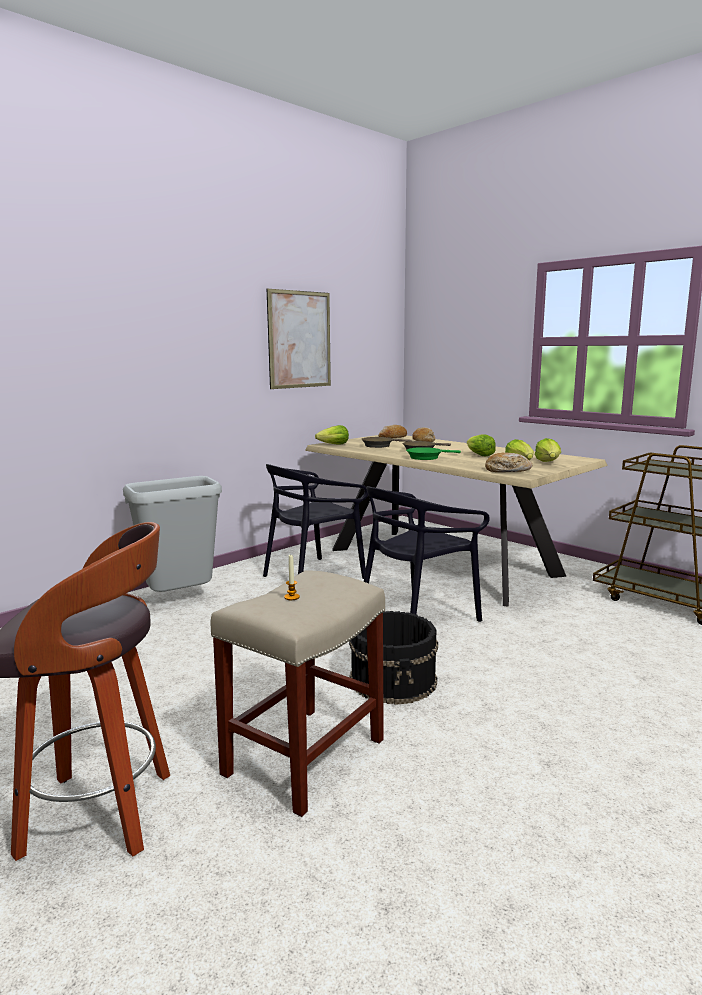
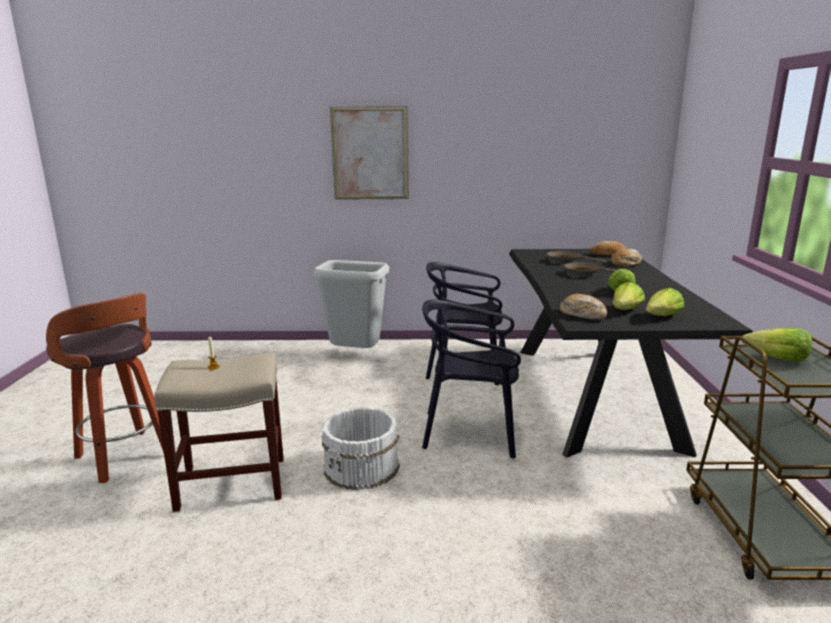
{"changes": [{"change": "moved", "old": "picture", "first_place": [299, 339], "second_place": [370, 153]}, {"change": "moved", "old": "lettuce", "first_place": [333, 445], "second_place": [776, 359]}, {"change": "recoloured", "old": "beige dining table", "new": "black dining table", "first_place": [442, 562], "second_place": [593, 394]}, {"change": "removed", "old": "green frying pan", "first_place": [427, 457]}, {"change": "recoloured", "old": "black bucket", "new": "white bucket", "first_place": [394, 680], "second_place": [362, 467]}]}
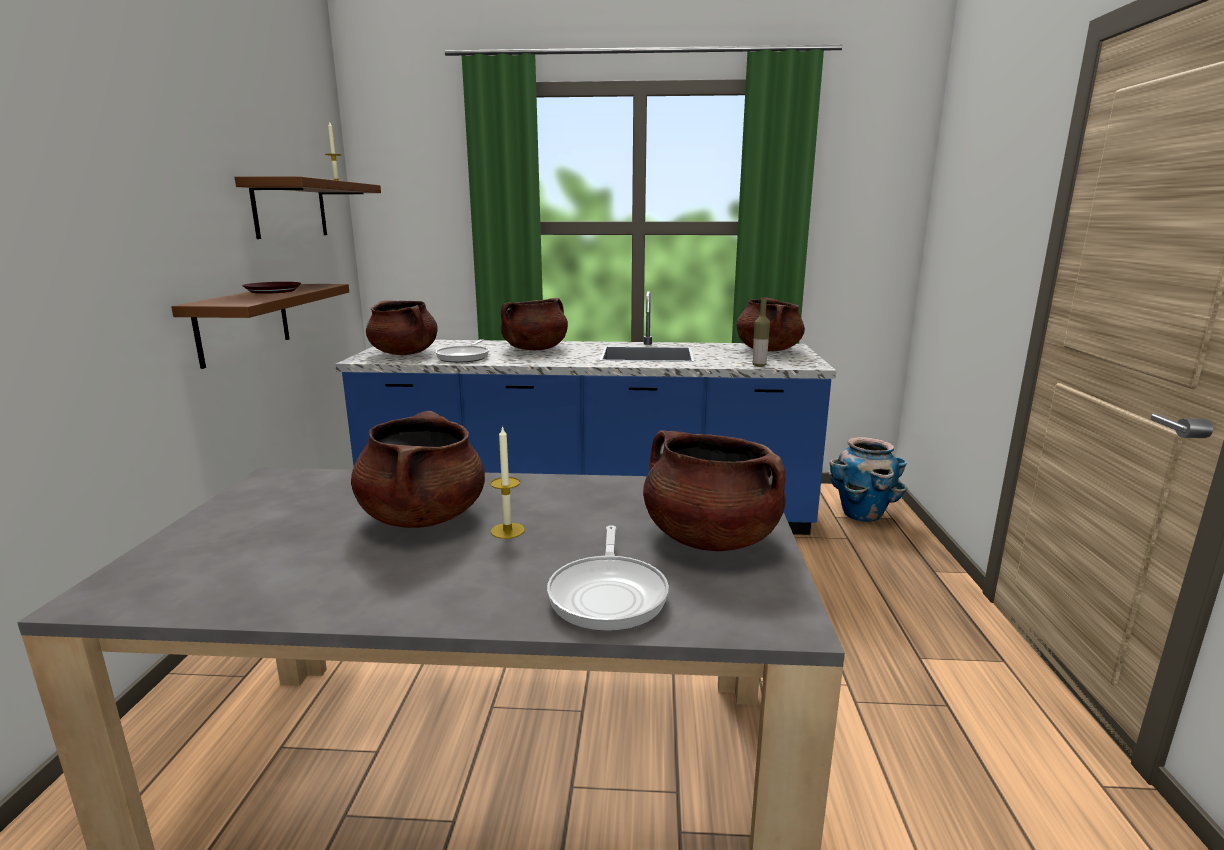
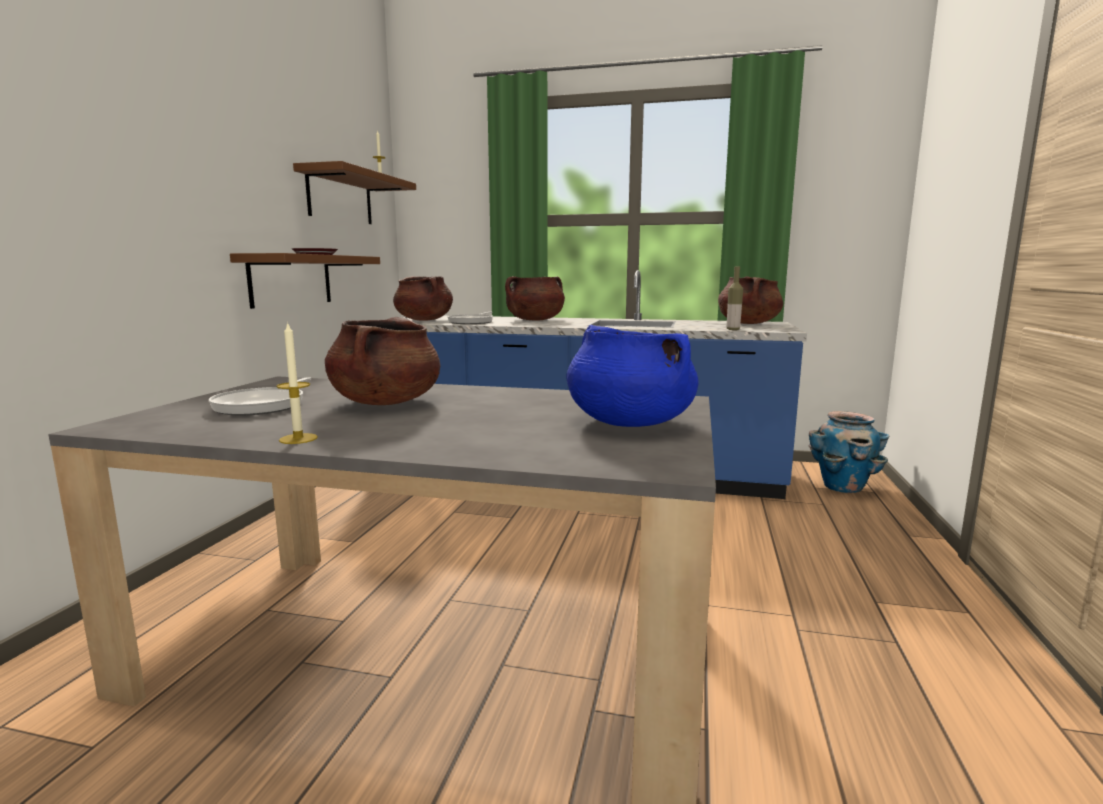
{"changes": [{"change": "moved", "old": "candle", "first_place": [507, 531], "second_place": [298, 439]}, {"change": "recoloured", "old": "brown cooking pot", "new": "blue cooking pot", "first_place": [709, 538], "second_place": [628, 423]}, {"change": "moved", "old": "frying pan", "first_place": [608, 594], "second_place": [263, 405]}]}
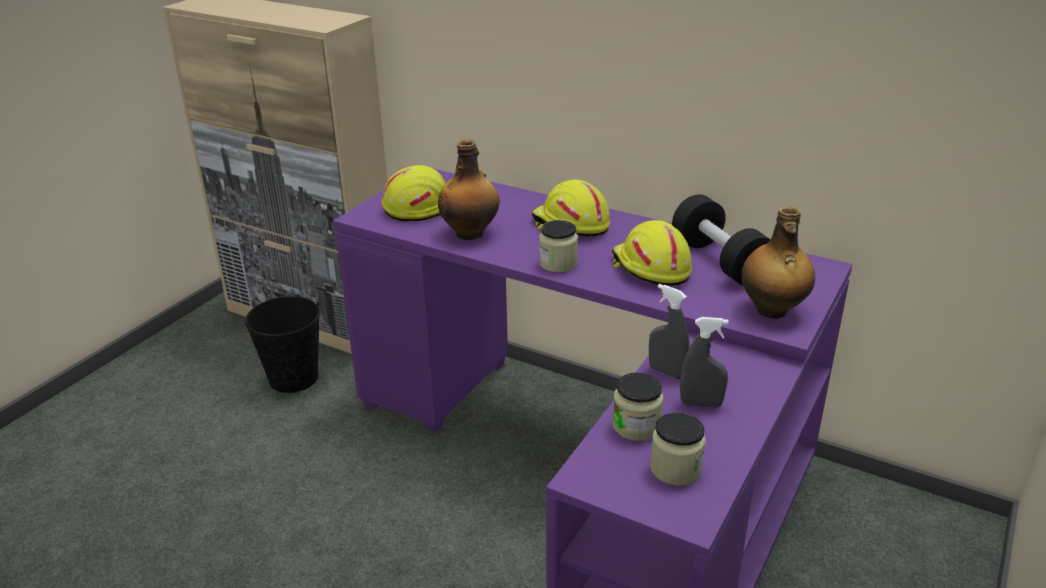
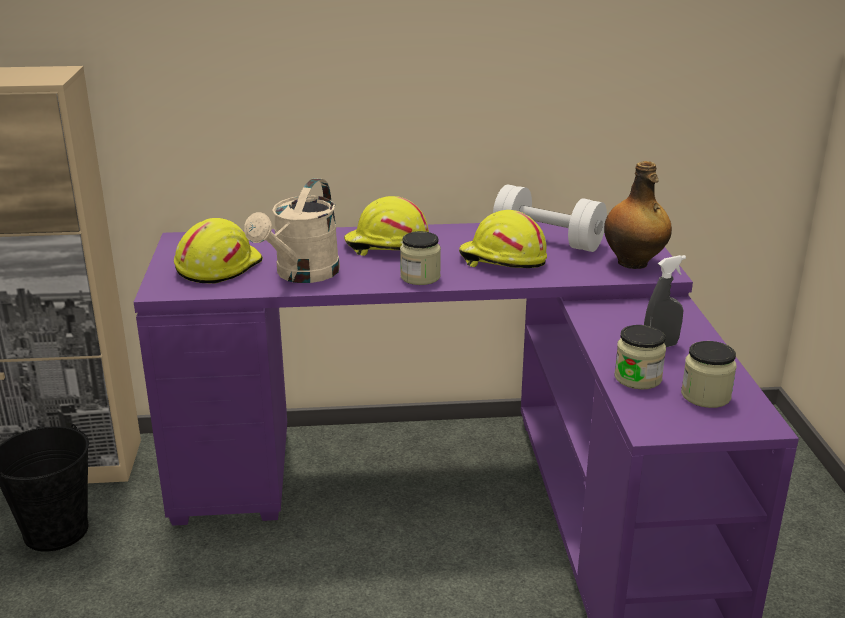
{"changes": [{"change": "replaced", "old": "bottle", "new": "beige watering can", "first_place": [470, 233], "second_place": [302, 275]}, {"change": "recoloured", "old": "black dumbbell", "new": "white dumbbell", "first_place": [720, 261], "second_place": [548, 240]}, {"change": "removed", "old": "grey spray bottle", "first_place": [666, 372]}]}
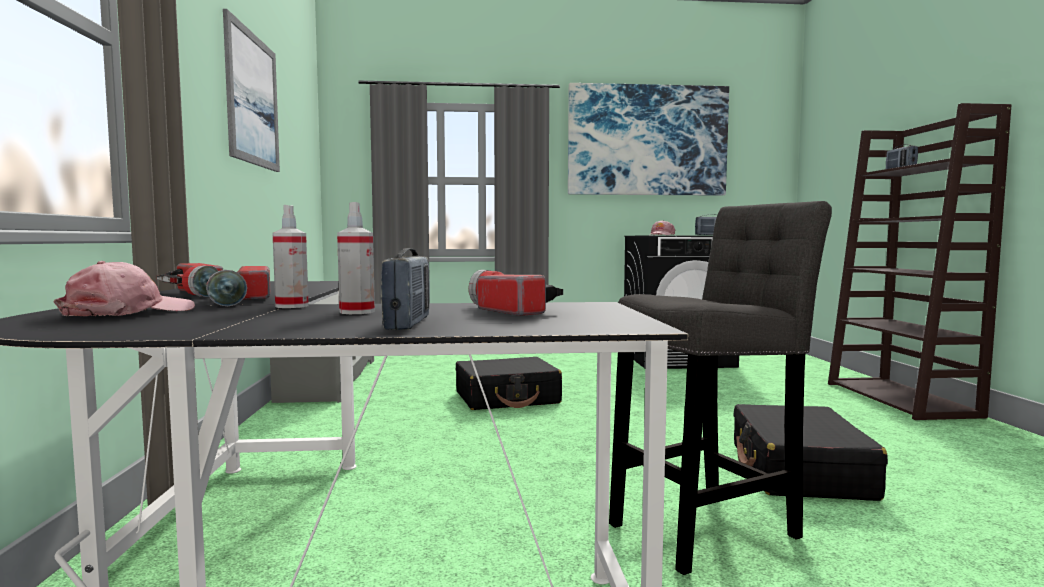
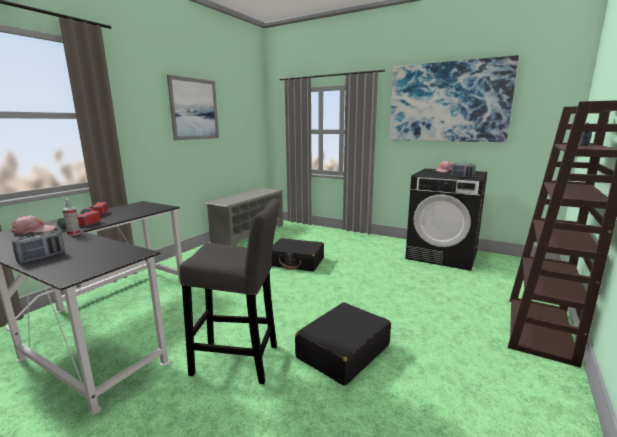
{"changes": [{"change": "removed", "old": "spray bottle", "first_place": [357, 312]}, {"change": "removed", "old": "flashlight", "first_place": [507, 310]}]}
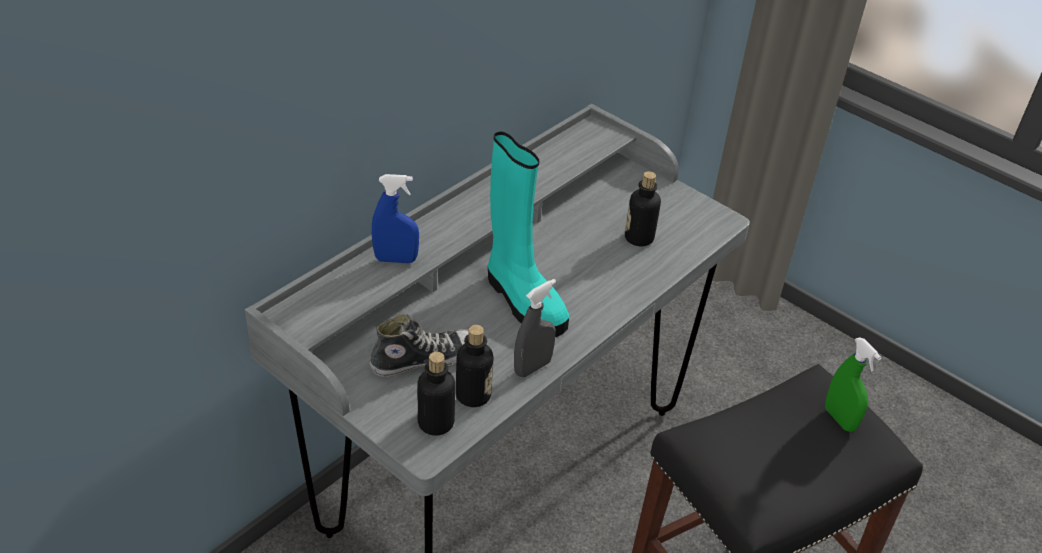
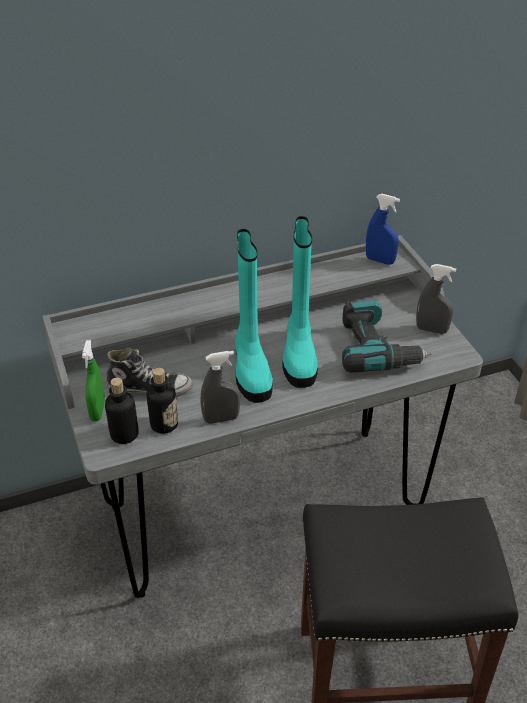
{"changes": [{"change": "replaced", "old": "bottle", "new": "power drill", "first_place": [639, 238], "second_place": [377, 349]}, {"change": "moved", "old": "blue spray bottle", "first_place": [396, 259], "second_place": [380, 260]}, {"change": "moved", "old": "green spray bottle", "first_place": [839, 419], "second_place": [97, 411]}, {"change": "added", "new": "turquoise boot", "second_place": [299, 355]}, {"change": "added", "new": "grey spray bottle", "second_place": [431, 329]}]}
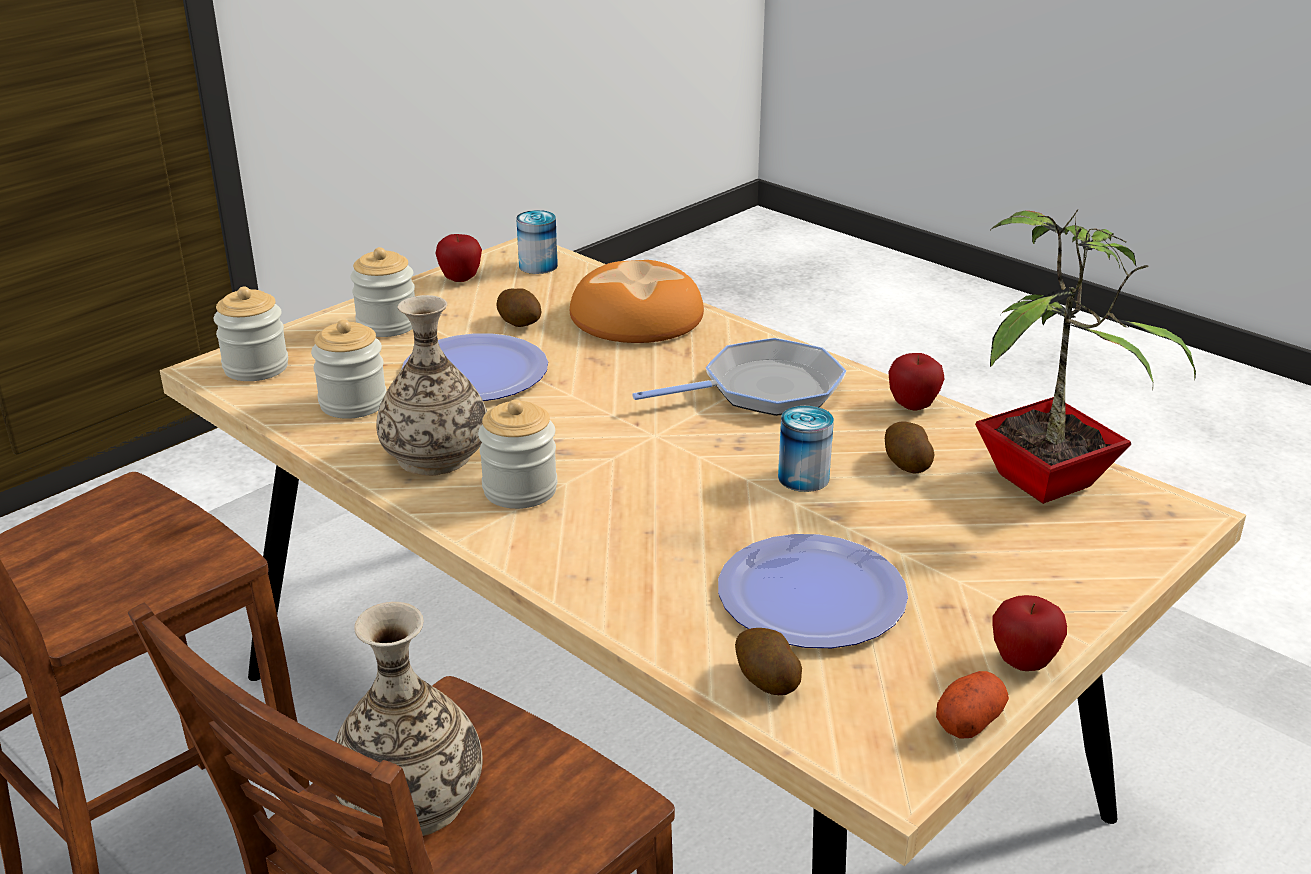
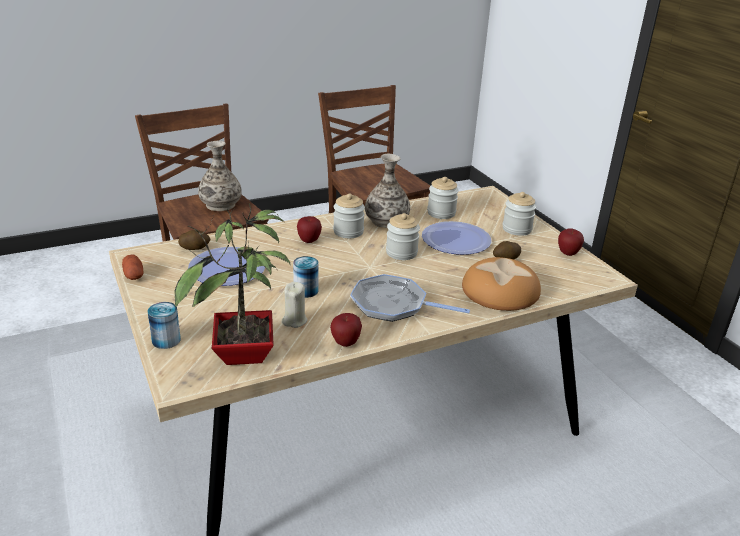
{"changes": [{"change": "moved", "old": "can", "first_place": [538, 266], "second_place": [166, 340]}, {"change": "moved", "old": "jar", "first_place": [256, 367], "second_place": [401, 253]}, {"change": "turned", "old": "frying pan", "first_place": [765, 389], "second_place": [393, 305], "degrees": 105}, {"change": "replaced", "old": "potato", "new": "beige candle", "first_place": [906, 463], "second_place": [294, 320]}, {"change": "moved", "old": "apple", "first_place": [1023, 662], "second_place": [309, 241]}]}
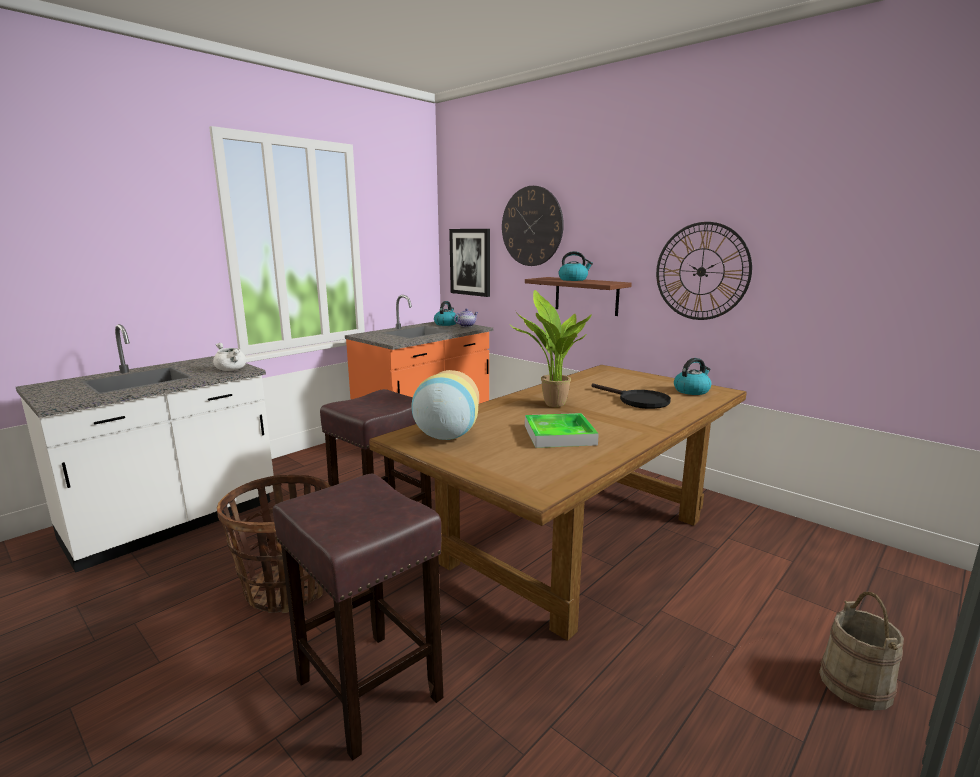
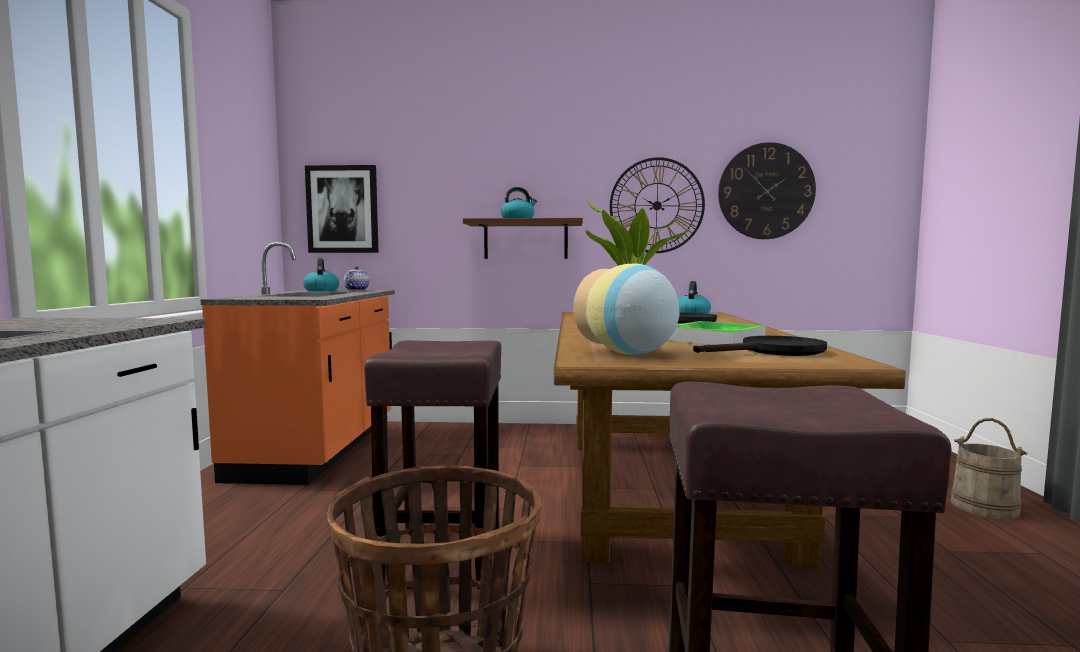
{"changes": [{"change": "moved", "old": "wall clock", "first_place": [532, 226], "second_place": [766, 191]}, {"change": "removed", "old": "white cooking pot", "first_place": [232, 370]}, {"change": "added", "new": "black frying pan", "second_place": [773, 351]}]}
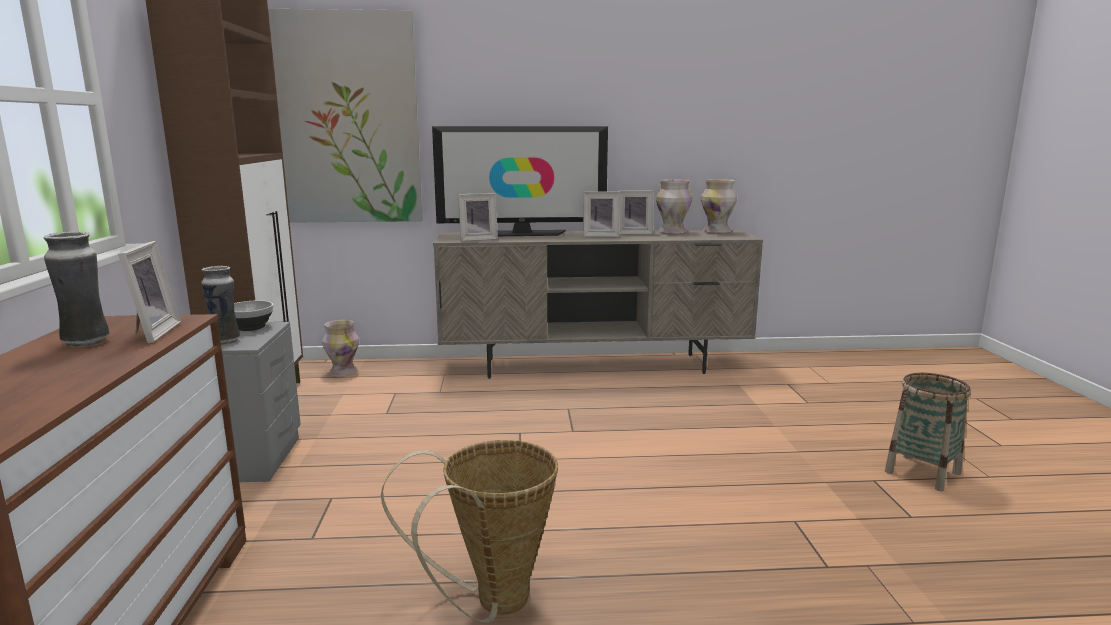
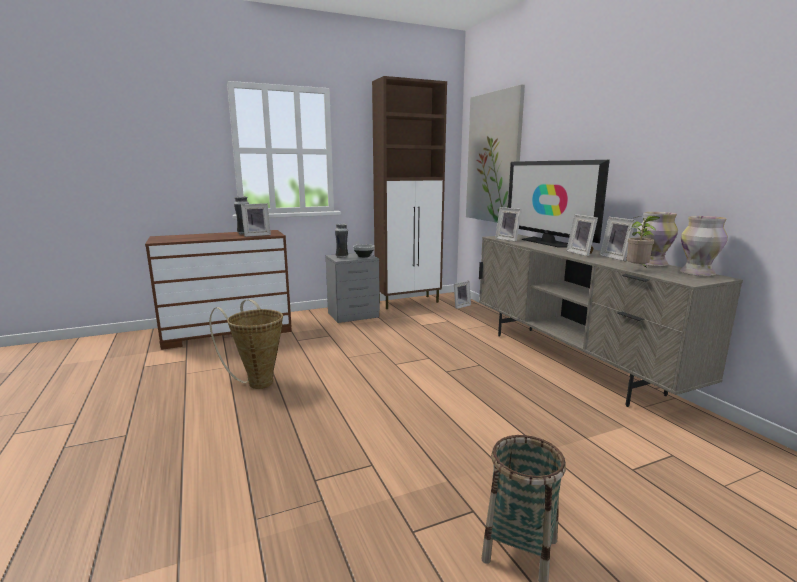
{"changes": [{"change": "replaced", "old": "vase", "new": "picture frame", "first_place": [343, 372], "second_place": [460, 306]}, {"change": "added", "new": "potted plant", "second_place": [638, 269]}]}
